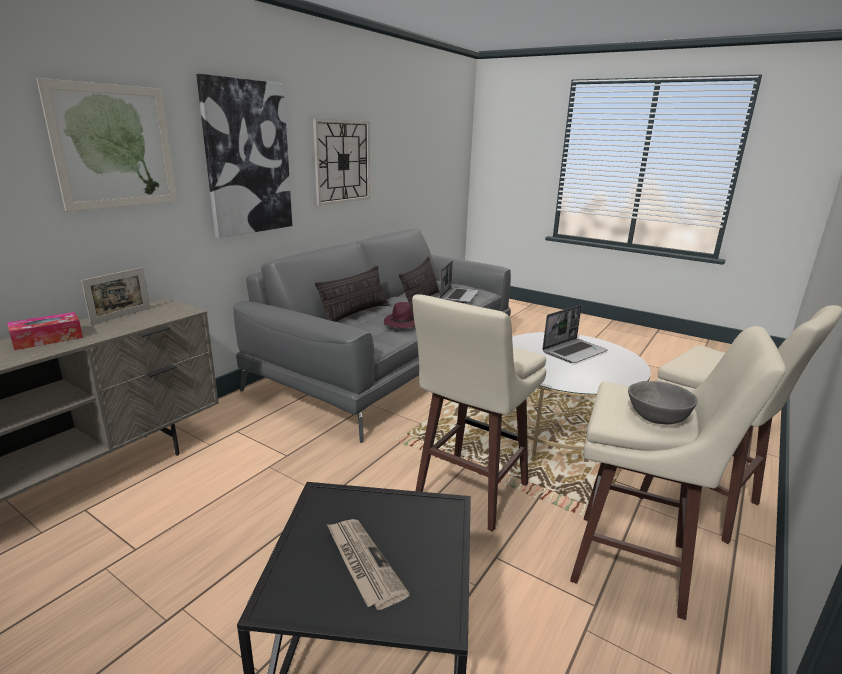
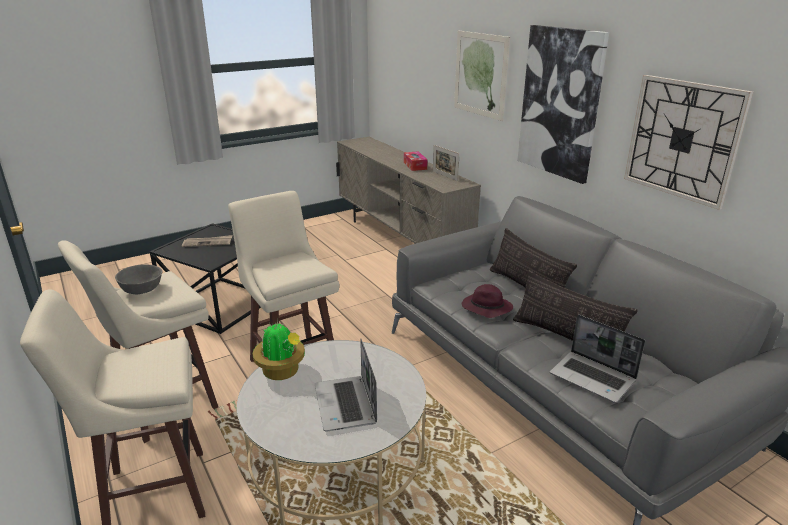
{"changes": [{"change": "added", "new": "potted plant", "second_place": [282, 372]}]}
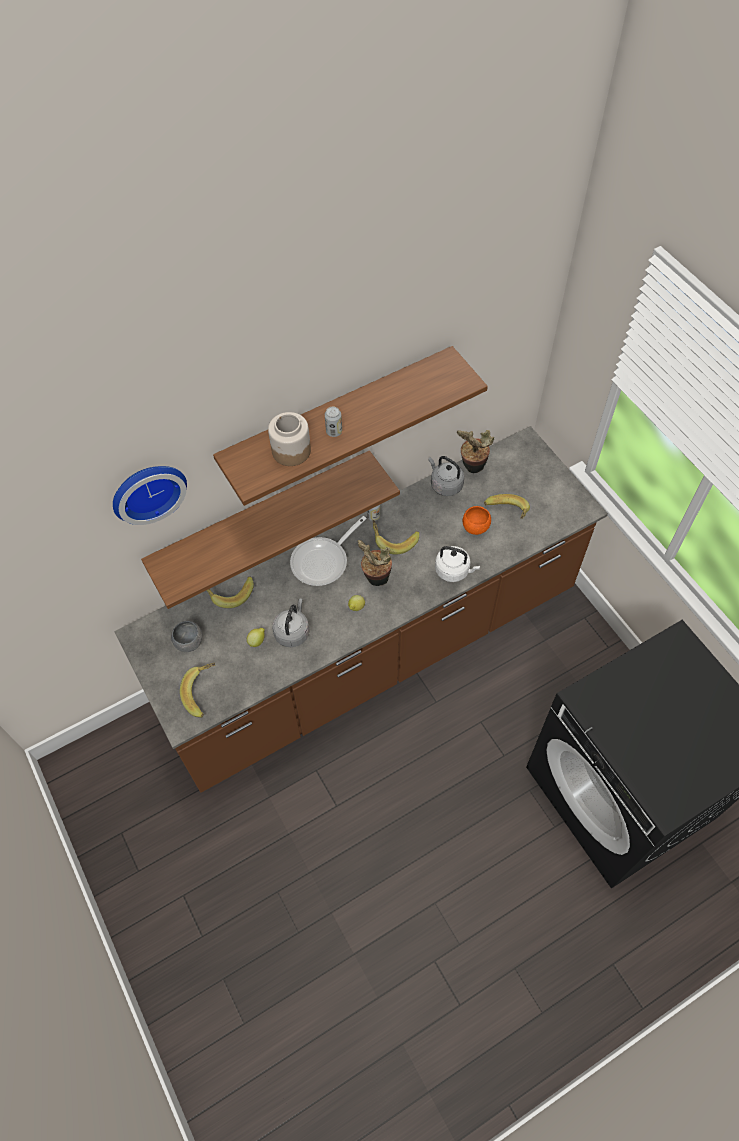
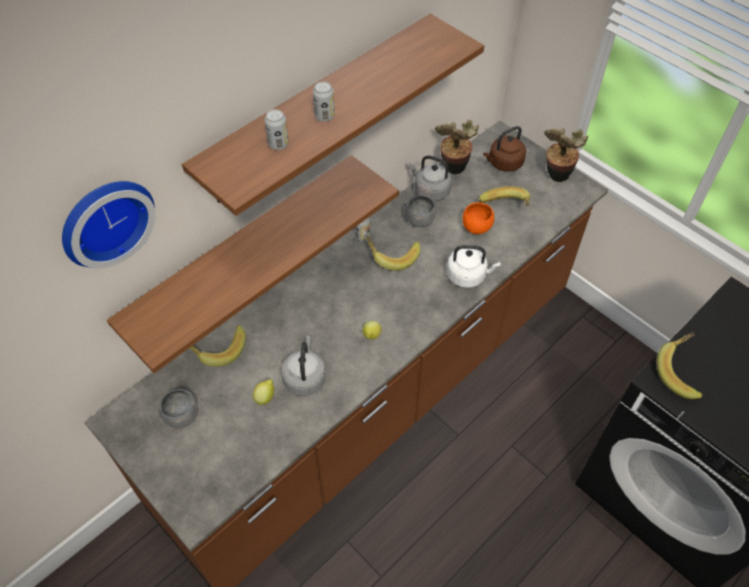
{"changes": [{"change": "replaced", "old": "jar", "new": "can", "first_place": [291, 450], "second_place": [278, 144]}, {"change": "removed", "old": "frying pan", "first_place": [323, 561]}, {"change": "moved", "old": "potted plant", "first_place": [375, 579], "second_place": [556, 177]}, {"change": "moved", "old": "banana", "first_place": [203, 693], "second_place": [681, 372]}, {"change": "added", "new": "brown kettle", "second_place": [503, 163]}, {"change": "added", "new": "grey bowl", "second_place": [419, 220]}]}
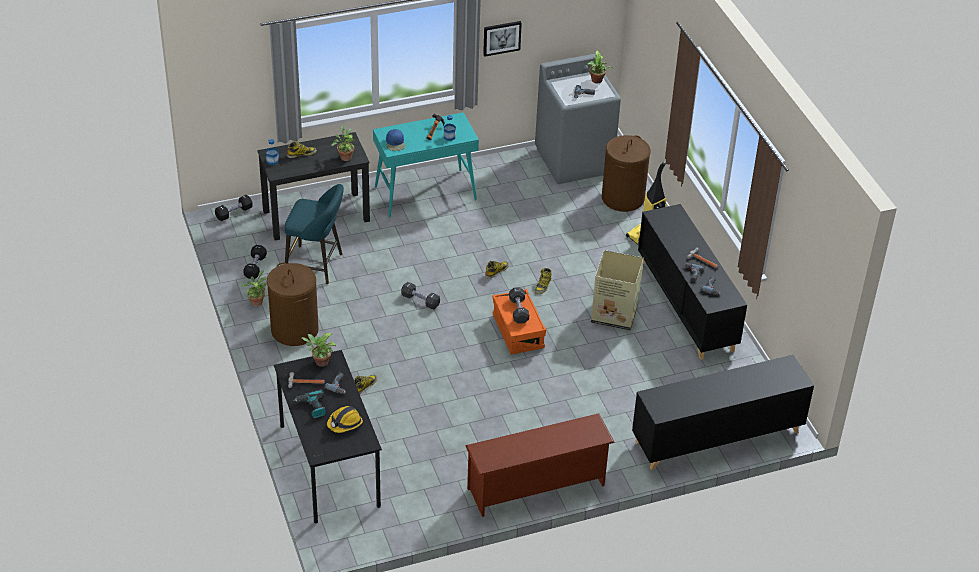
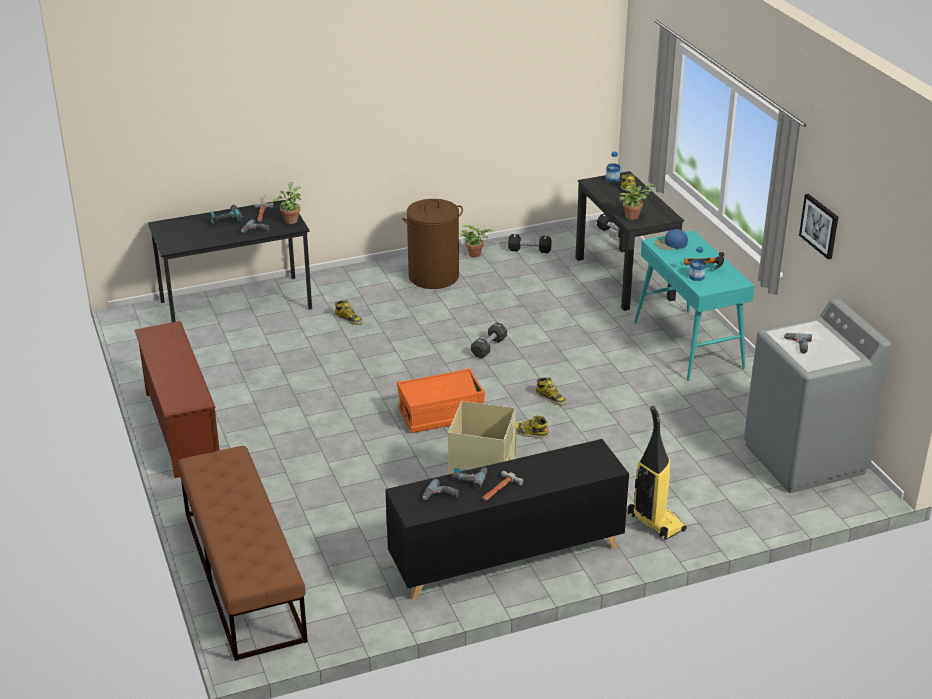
{"changes": [{"change": "removed", "old": "potted plant", "first_place": [596, 81]}, {"change": "removed", "old": "brown laundry basket", "first_place": [623, 198]}, {"change": "removed", "old": "turquoise stool", "first_place": [317, 266]}, {"change": "removed", "old": "black dumbbell", "first_place": [518, 310]}, {"change": "replaced", "old": "black cabinet", "new": "brown bench", "first_place": [716, 437], "second_place": [243, 574]}, {"change": "removed", "old": "hard hat", "first_place": [345, 423]}]}
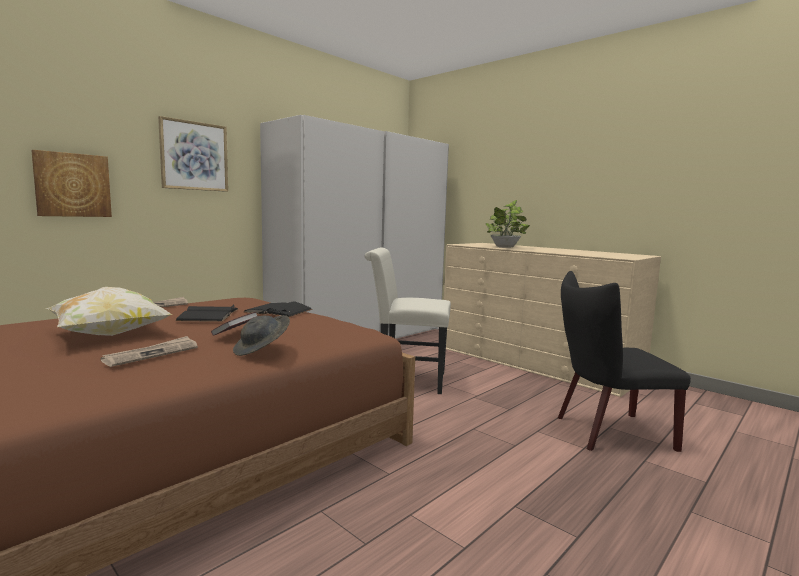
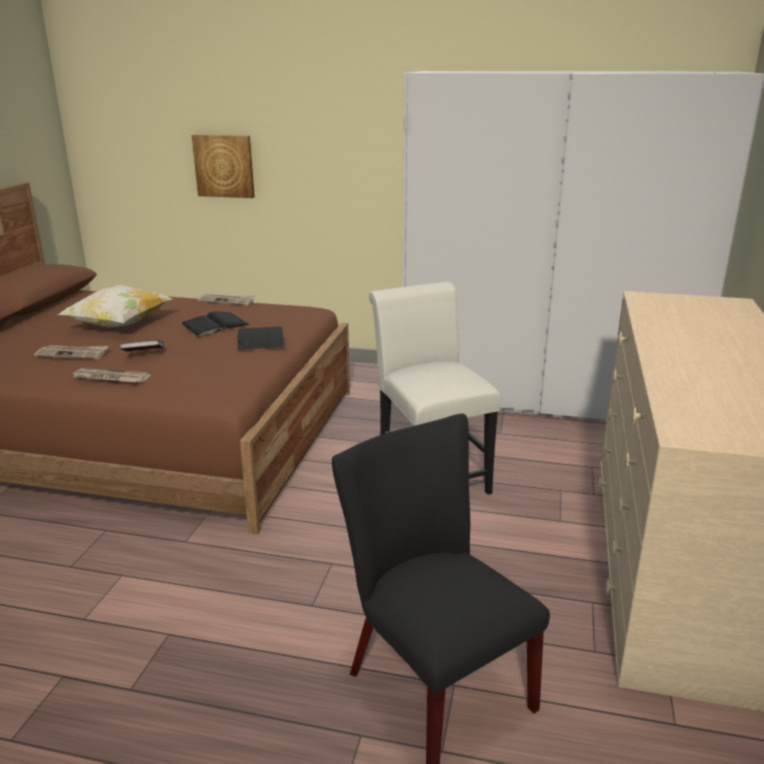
{"changes": [{"change": "removed", "old": "picture", "first_place": [194, 156]}, {"change": "removed", "old": "potted plant", "first_place": [505, 247]}, {"change": "replaced", "old": "grey hat", "new": "newspaper", "first_place": [262, 350], "second_place": [110, 378]}]}
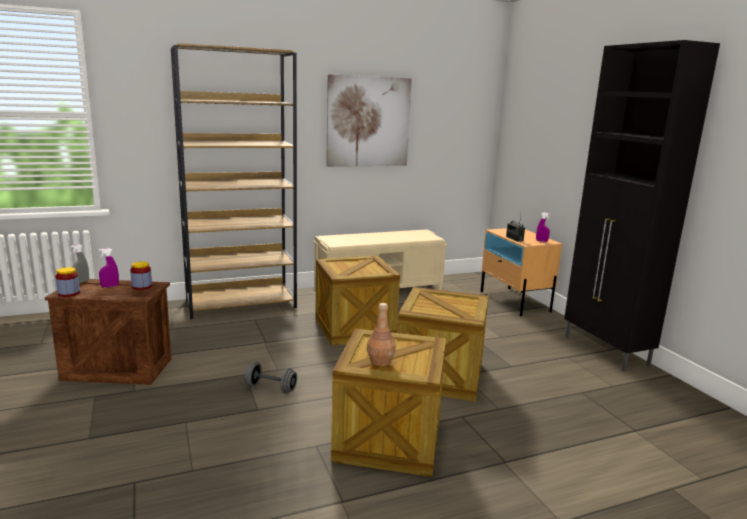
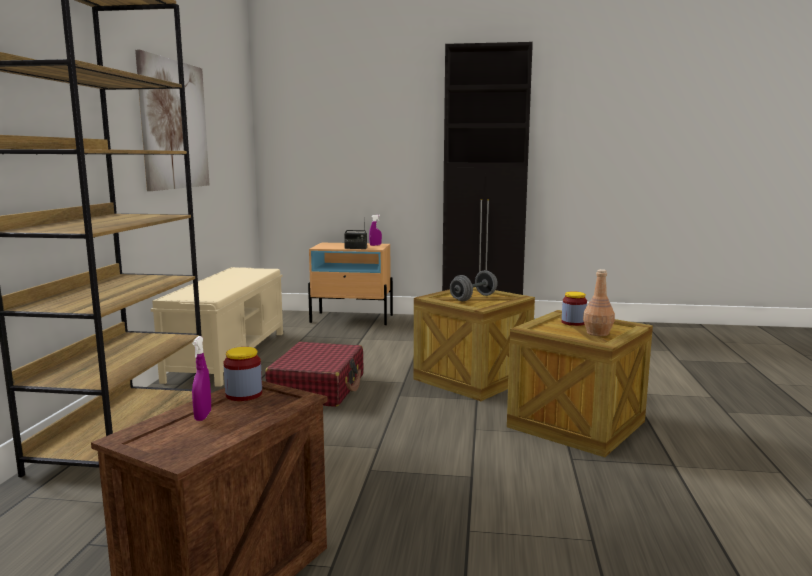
{"changes": [{"change": "removed", "old": "grey spray bottle", "first_place": [81, 282]}, {"change": "replaced", "old": "crate", "new": "red suitcase", "first_place": [354, 328], "second_place": [318, 388]}, {"change": "moved", "old": "jar", "first_place": [69, 293], "second_place": [573, 322]}, {"change": "moved", "old": "grey dumbbell", "first_place": [271, 388], "second_place": [473, 298]}]}
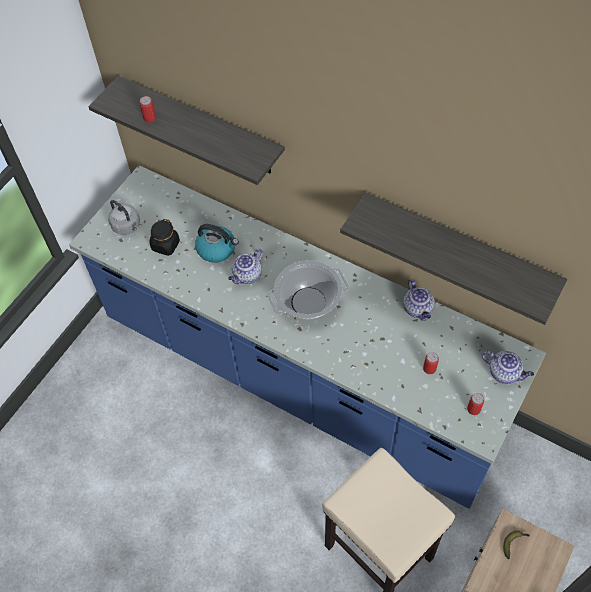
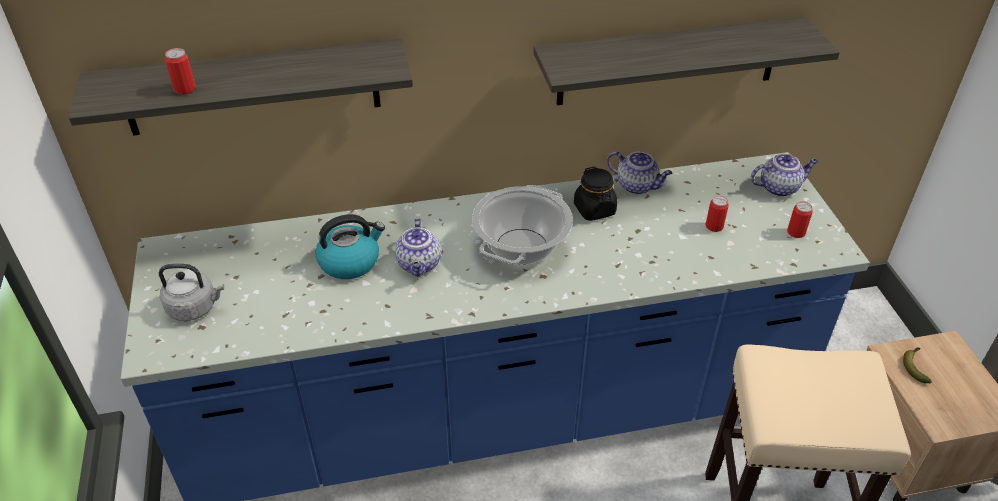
{"changes": [{"change": "moved", "old": "black jar", "first_place": [165, 245], "second_place": [594, 210]}]}
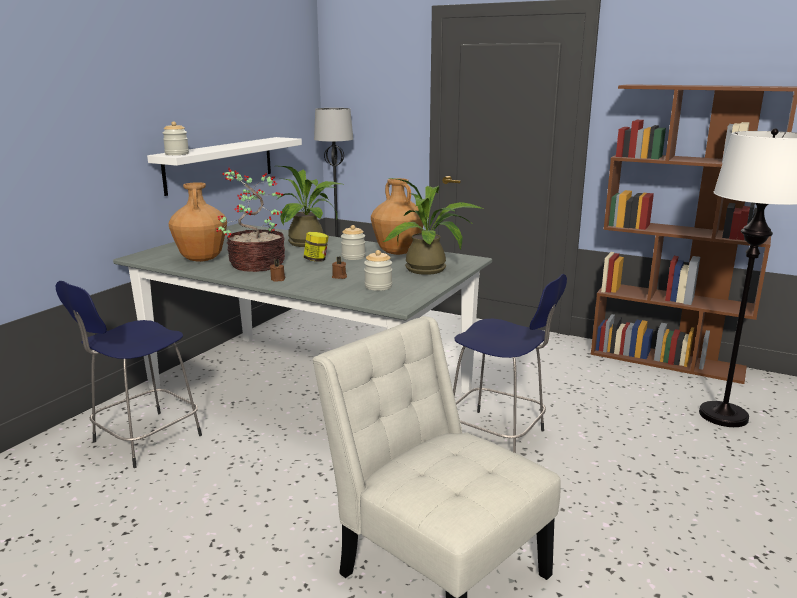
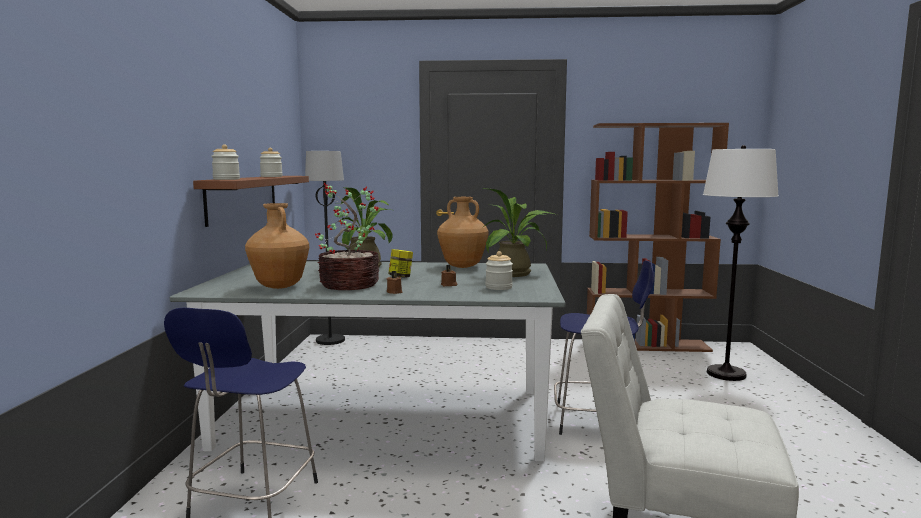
{"changes": [{"change": "recoloured", "old": "white shelf", "new": "brown shelf", "first_place": [220, 164], "second_place": [243, 198]}, {"change": "moved", "old": "jar", "first_place": [353, 257], "second_place": [271, 176]}]}
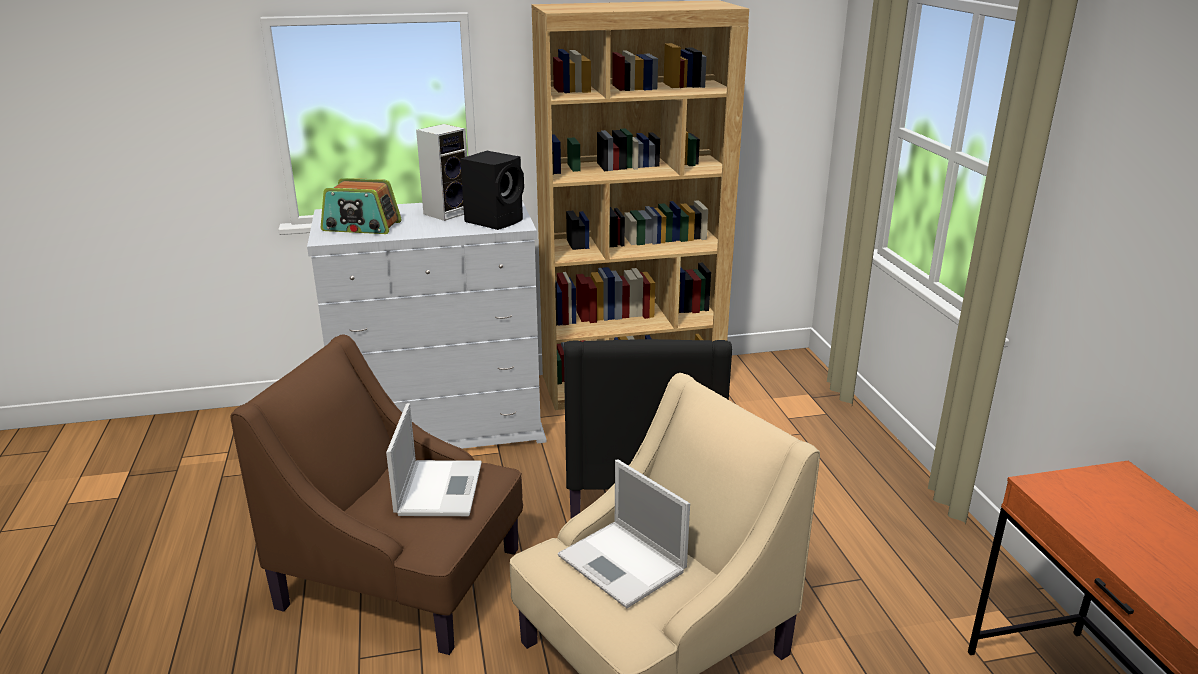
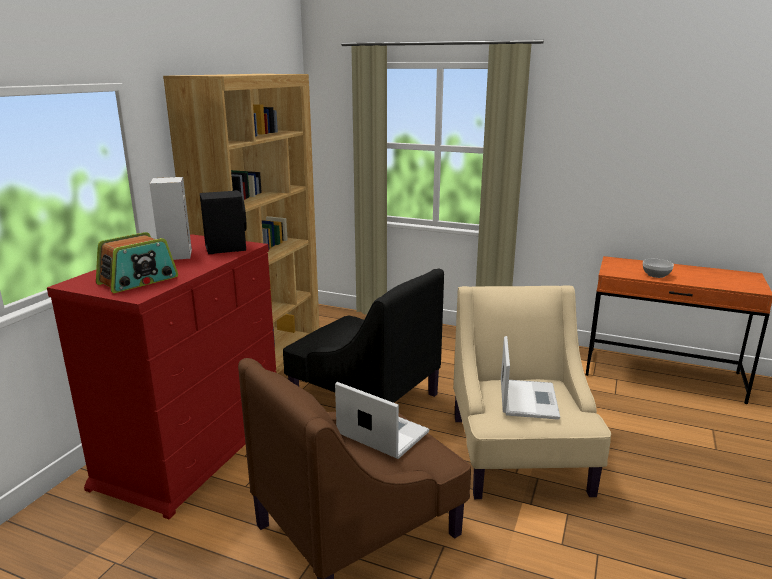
{"changes": [{"change": "recoloured", "old": "white dresser", "new": "red dresser", "first_place": [441, 426], "second_place": [193, 447]}, {"change": "turned", "old": "laptop", "first_place": [623, 564], "second_place": [527, 398], "degrees": -75}, {"change": "added", "new": "bowl", "second_place": [656, 275]}]}
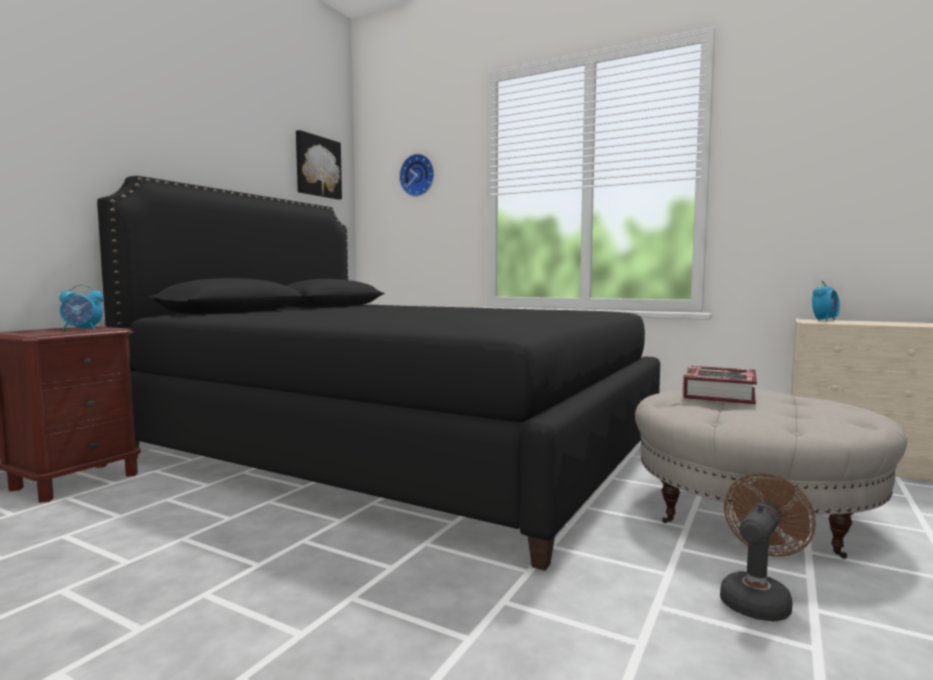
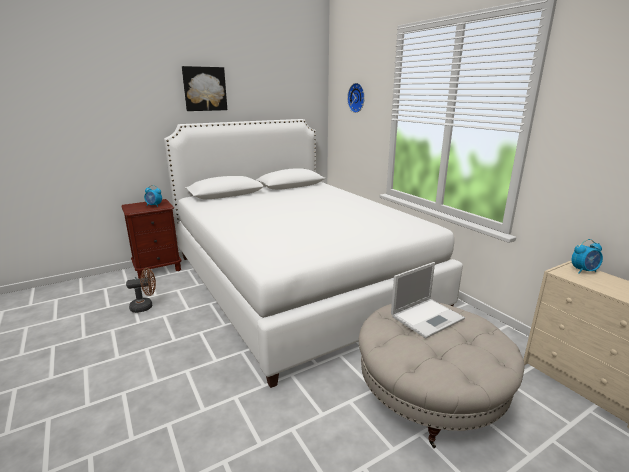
{"changes": [{"change": "moved", "old": "picture", "first_place": [317, 166], "second_place": [204, 89]}, {"change": "recoloured", "old": "black bed", "new": "white bed", "first_place": [400, 450], "second_place": [297, 282]}, {"change": "replaced", "old": "book", "new": "laptop", "first_place": [718, 394], "second_place": [428, 317]}, {"change": "moved", "old": "brown fan", "first_place": [757, 598], "second_place": [145, 306]}]}
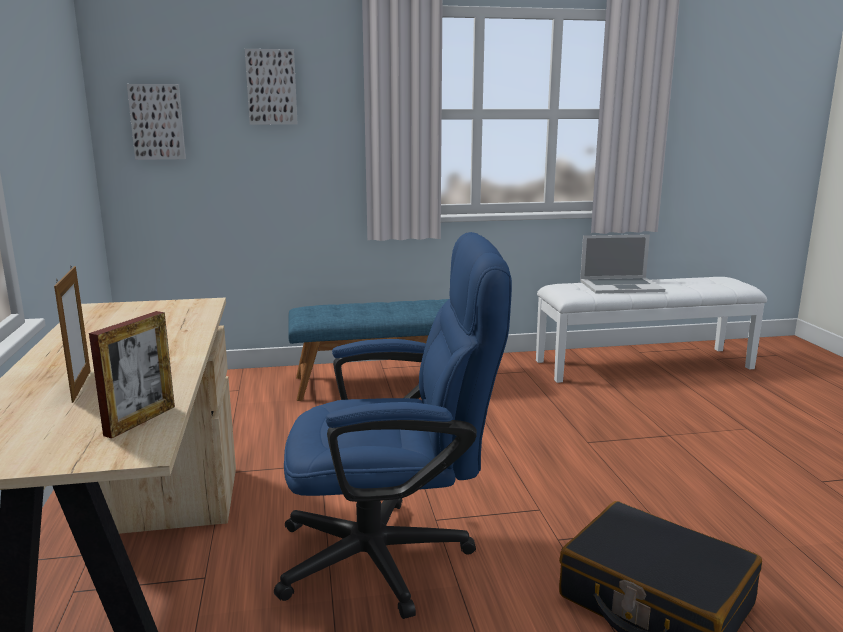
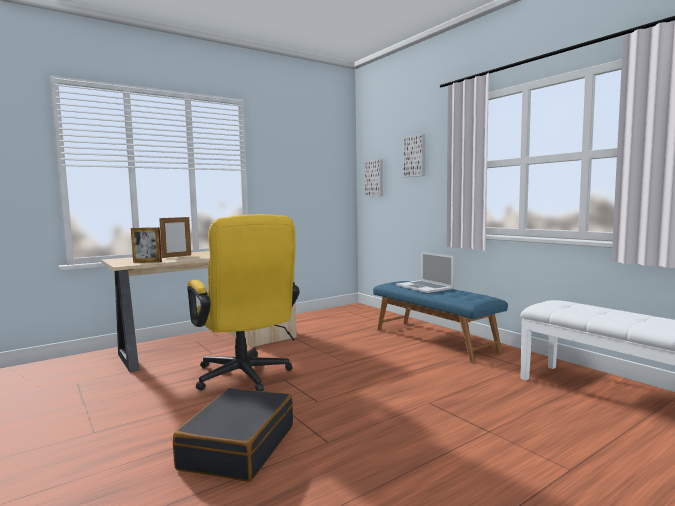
{"changes": [{"change": "recoloured", "old": "blue office chair", "new": "yellow office chair", "first_place": [393, 556], "second_place": [245, 378]}, {"change": "moved", "old": "laptop", "first_place": [620, 286], "second_place": [424, 287]}]}
